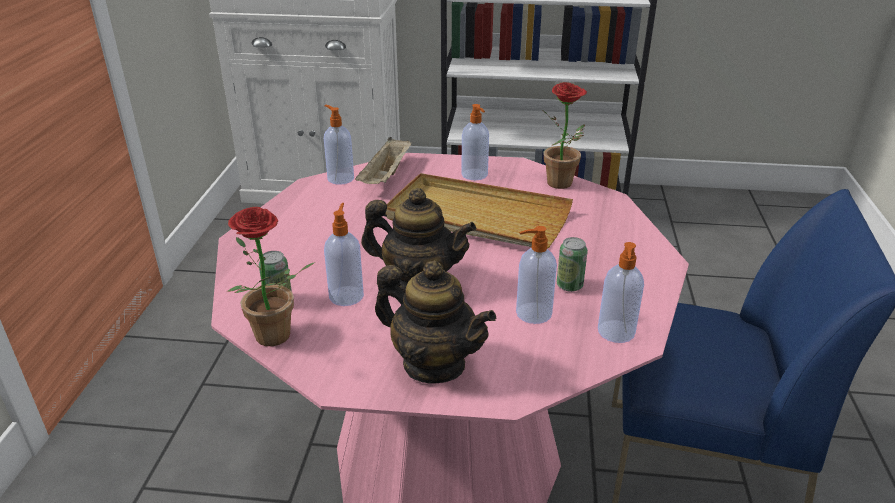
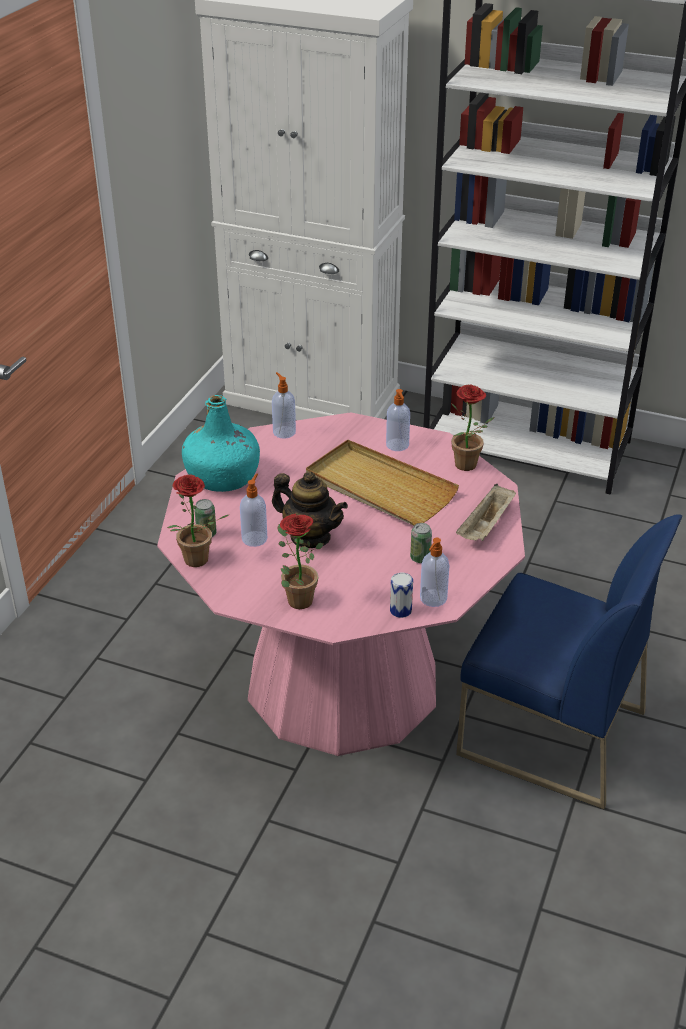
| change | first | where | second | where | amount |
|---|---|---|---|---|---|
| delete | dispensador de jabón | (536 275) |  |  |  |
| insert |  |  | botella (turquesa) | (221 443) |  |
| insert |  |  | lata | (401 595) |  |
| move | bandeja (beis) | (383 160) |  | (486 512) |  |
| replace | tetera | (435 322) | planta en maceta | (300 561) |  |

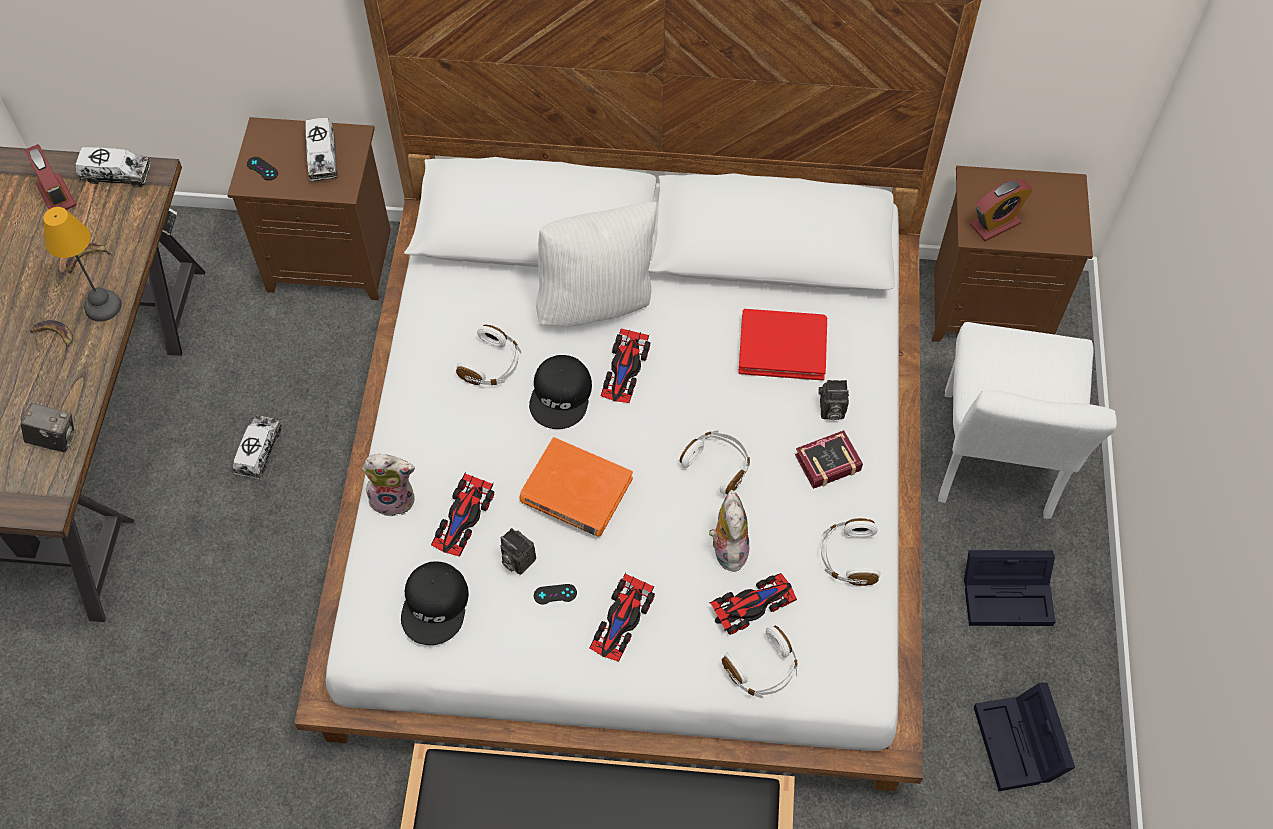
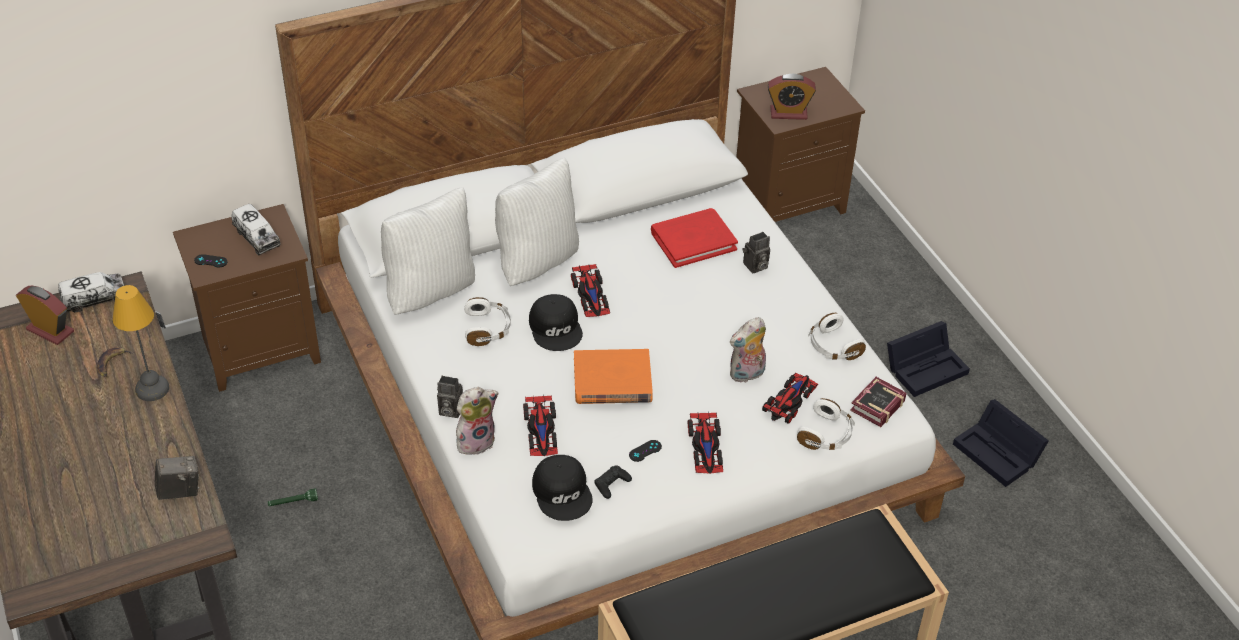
| change | first | where | second | where | amount |
|---|---|---|---|---|---|
| delete | plátano | (51 337) |  |  |  |
| delete | auriculares (blanco) | (715 462) |  |  |  |
| delete | silla (blanco) | (1027 420) |  |  |  |
| insert |  |  | cojín (blanco) | (428 251) |  |
| insert |  |  | mando de consola (negro) | (613 482) |  |
| move | cámara | (518 551) |  | (450 397) |  |
| move | libro | (829 459) |  | (878 402) |  |
| replace | camión de juguete | (257 447) | linterna (verde) | (293 497) |  |
| rotate | peluche | (729 531) |  | (748 350) | 90 degrees counterclockwise |
| rotate | despertador | (1001 210) |  | (792 97) | 60 degrees clockwise |

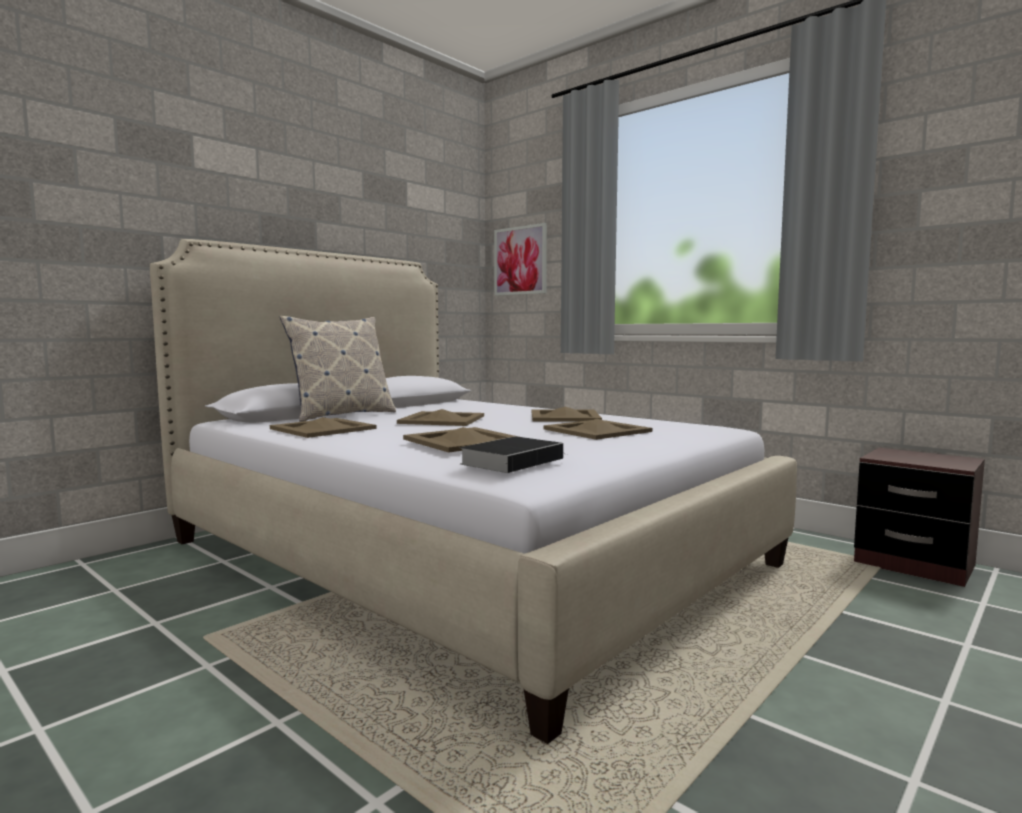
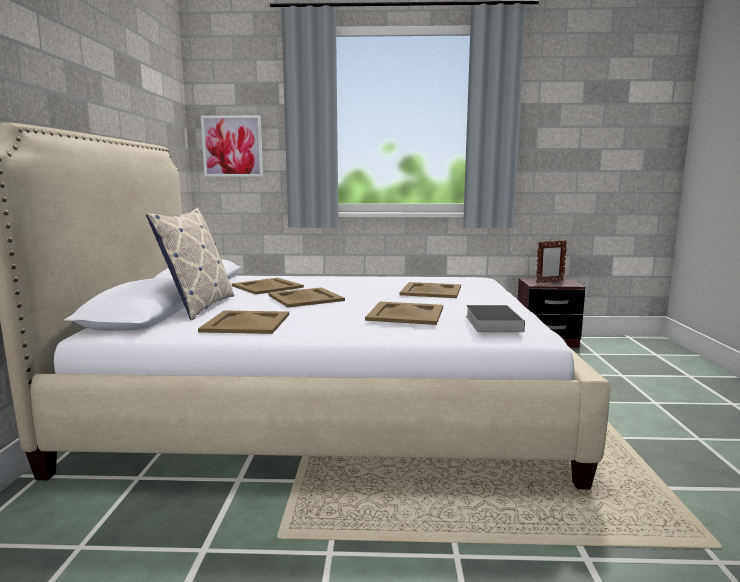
| change | first | where | second | where | amount |
|---|---|---|---|---|---|
| insert |  |  | portarretratos | (551 261) |  |
| move | bandeja (beis) | (567 414) |  | (268 286) |  |

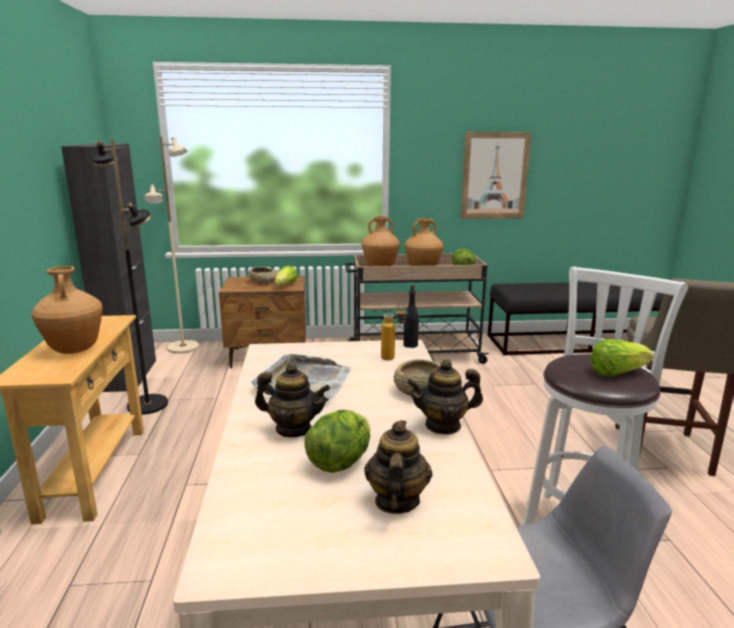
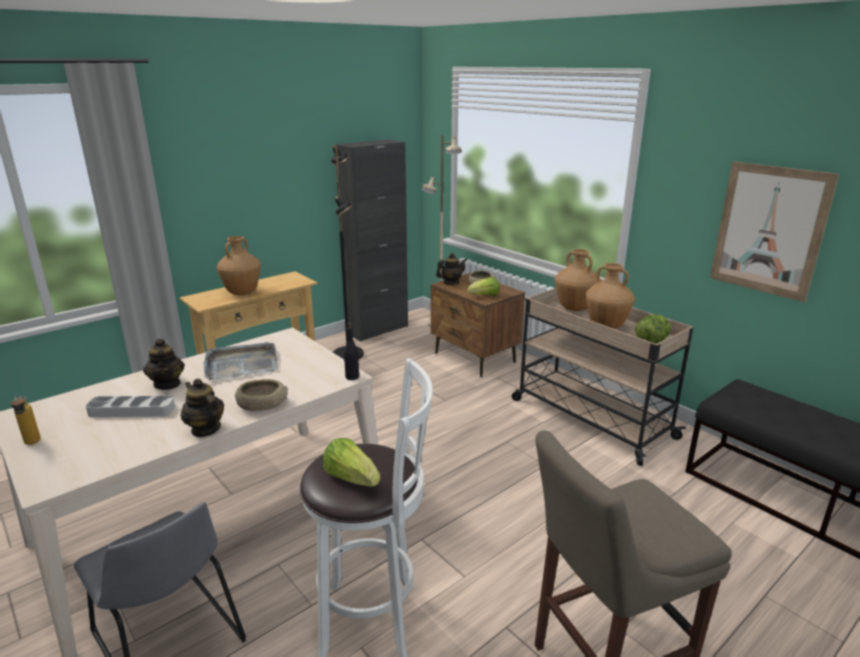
| change | first | where | second | where | amount |
|---|---|---|---|---|---|
| move | tetera | (398 467) |  | (451 269) |  |
| move | botella | (394 333) |  | (26 420) |  |
| replace | lechuga | (337 441) | bandeja (gris) | (130 406) |  |

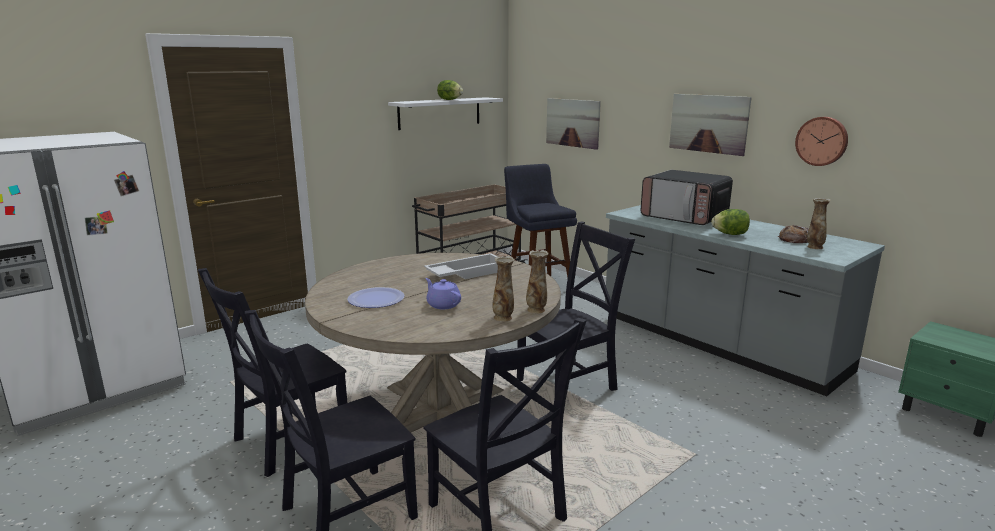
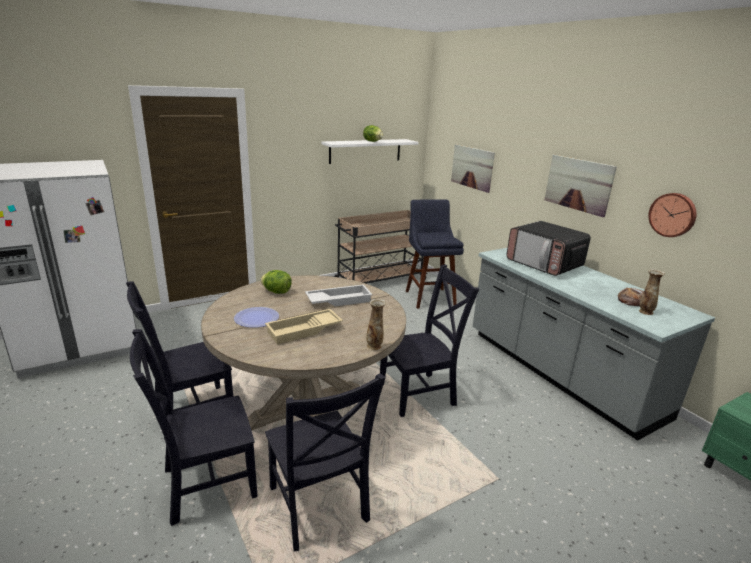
| change | first | where | second | where | amount |
|---|---|---|---|---|---|
| delete | florero | (504 289) |  |  |  |
| move | lechuga | (730 222) |  | (276 282) |  |
| replace | tetera (morado) | (443 293) | bandeja (beis) | (304 326) |  |

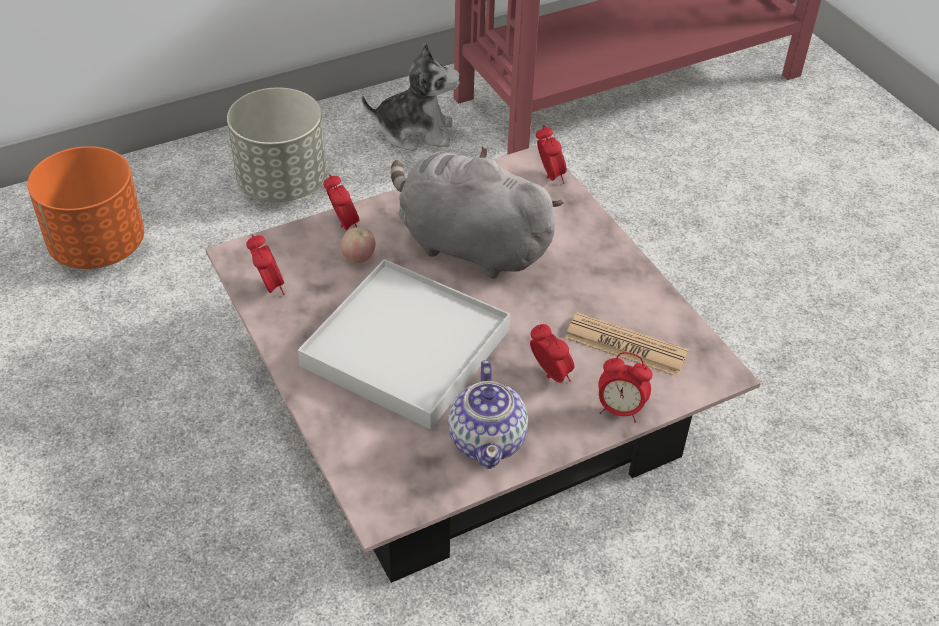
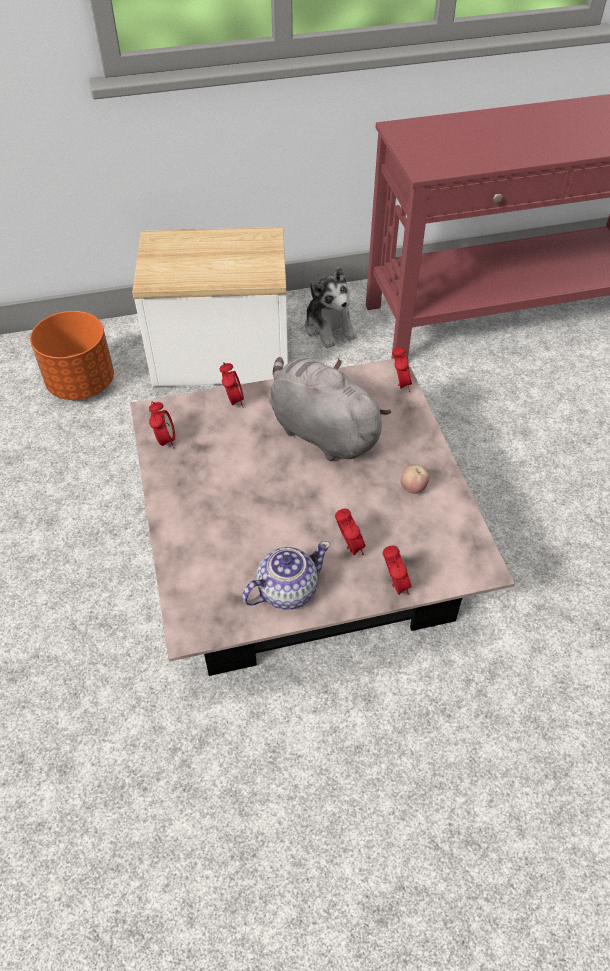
| change | first | where | second | where | amount |
|---|---|---|---|---|---|
| delete | bandeja (blanco) | (404 344) |  |  |  |
| delete | periódico | (627 344) |  |  |  |
| move | manzana | (358 245) |  | (415 479) |  |
| replace | maceta (gris) | (276 144) | mesa auxiliar | (210 307) |  |
| rotate | peluche | (411 96) |  | (331 307) | 45 degrees clockwise |
| rotate | tetera | (488 414) |  | (286 575) | 135 degrees counterclockwise |
| rotate | despertador | (625 387) |  | (397 570) | 135 degrees counterclockwise |

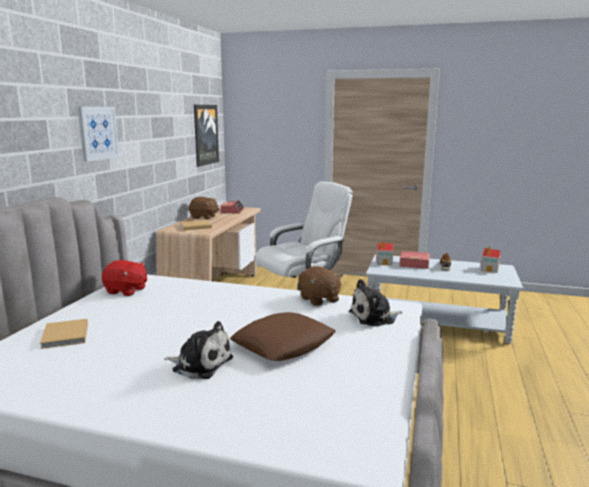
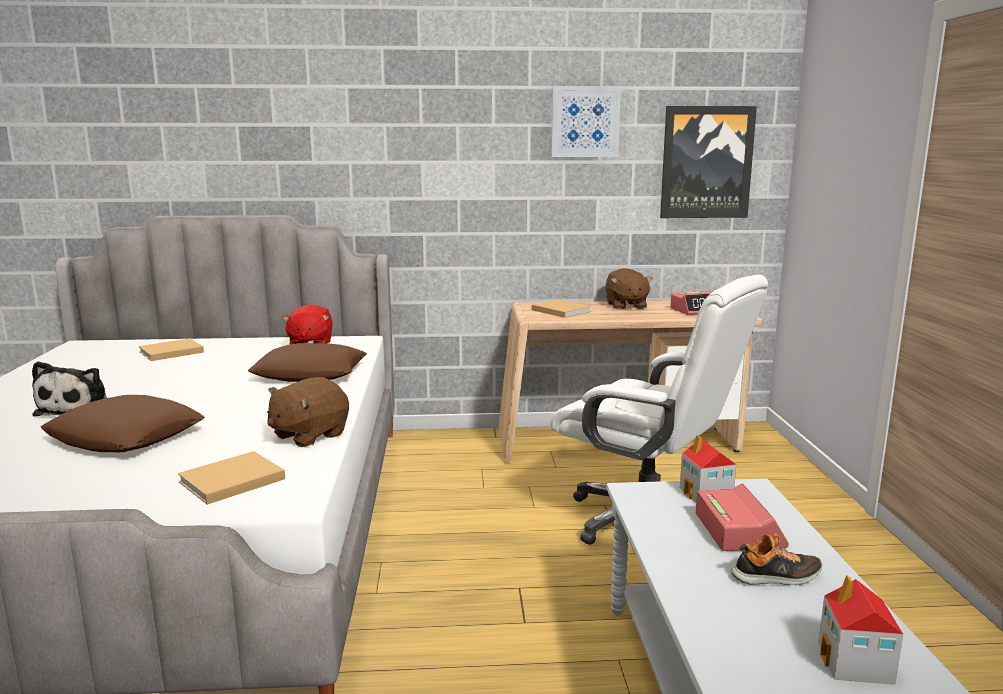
| change | first | where | second | where | amount |
|---|---|---|---|---|---|
| insert |  |  | cojín (marrón) | (307 362) |  |
| move | cuadro | (98 134) |  | (586 121) |  |
| replace | peluche | (375 302) | libro (beis) | (231 478) |  |

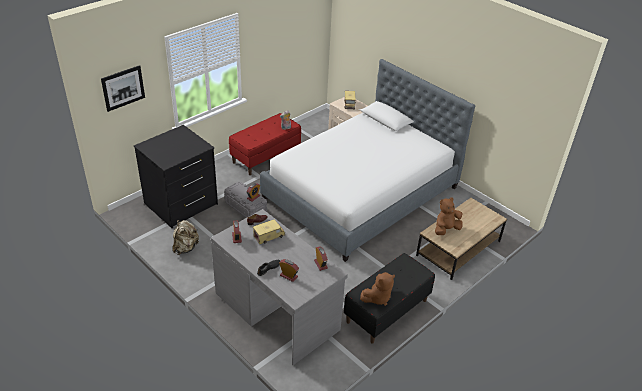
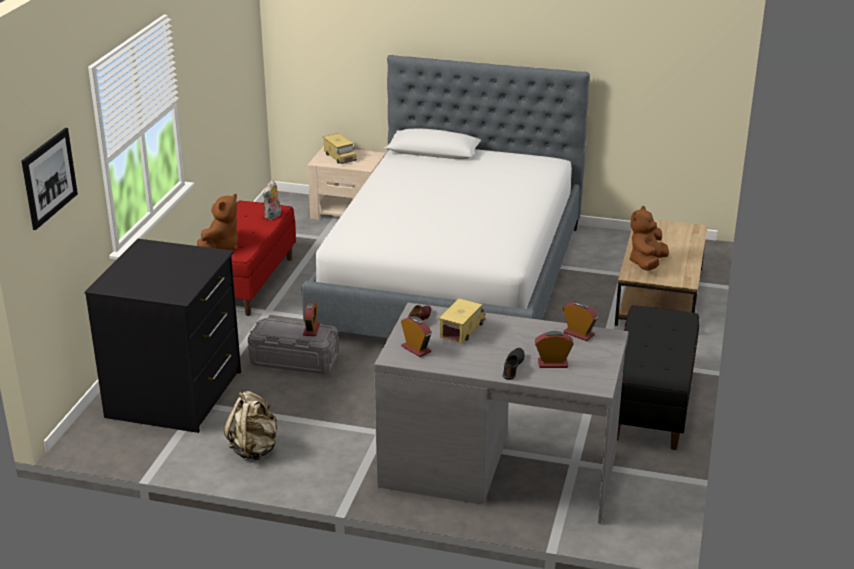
| change | first | where | second | where | amount |
|---|---|---|---|---|---|
| move | peluche (marrón) | (377 289) |  | (217 222) |  |

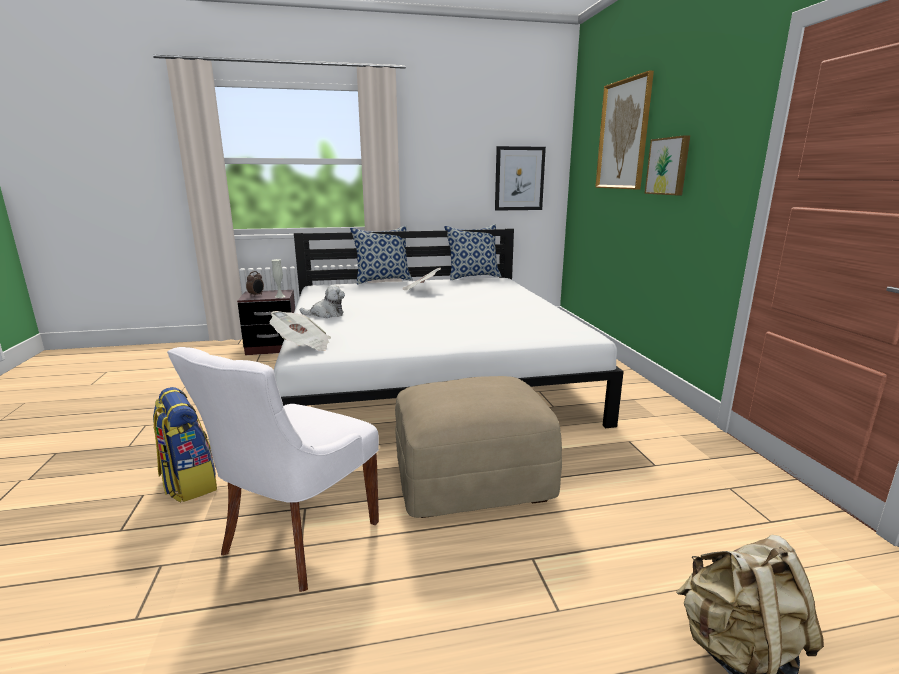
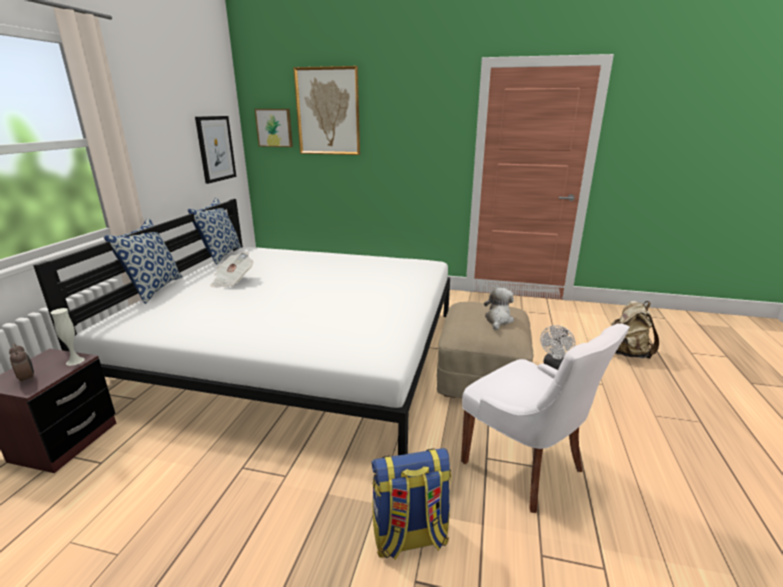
| change | first | where | second | where | amount |
|---|---|---|---|---|---|
| delete | periódico | (300 331) |  |  |  |
| insert |  |  | ventilador (blanco) | (557 347) |  |
| move | peluche | (322 301) |  | (499 309) |  |
| move | cuadro | (667 165) |  | (274 128) |  |

